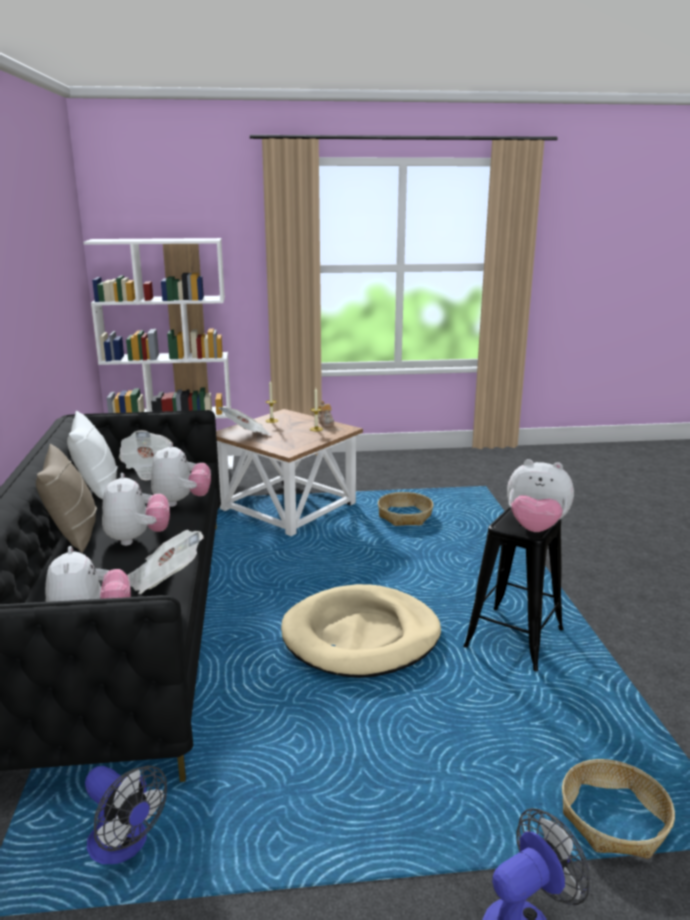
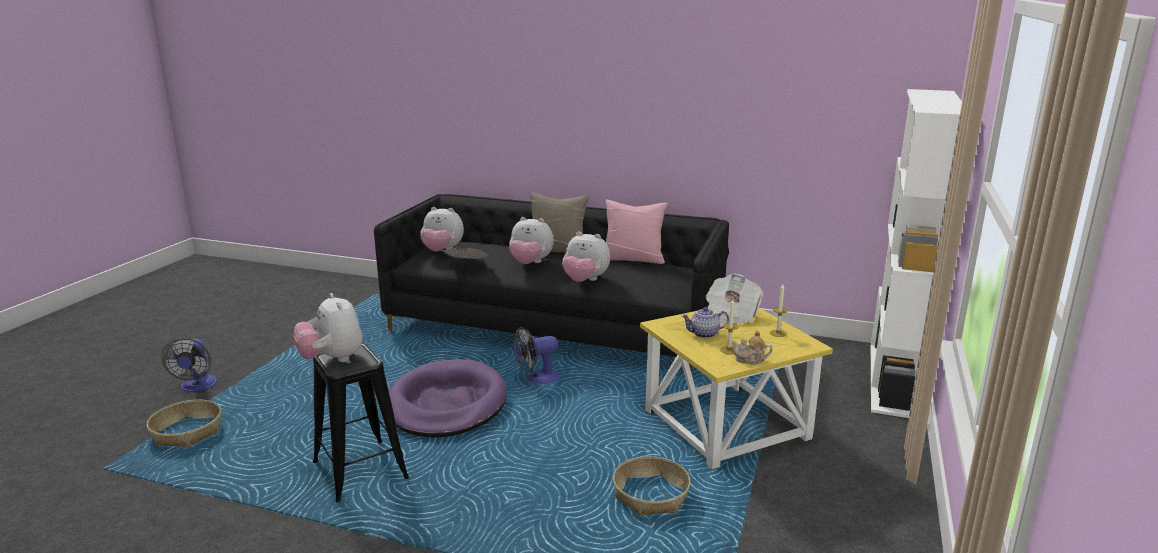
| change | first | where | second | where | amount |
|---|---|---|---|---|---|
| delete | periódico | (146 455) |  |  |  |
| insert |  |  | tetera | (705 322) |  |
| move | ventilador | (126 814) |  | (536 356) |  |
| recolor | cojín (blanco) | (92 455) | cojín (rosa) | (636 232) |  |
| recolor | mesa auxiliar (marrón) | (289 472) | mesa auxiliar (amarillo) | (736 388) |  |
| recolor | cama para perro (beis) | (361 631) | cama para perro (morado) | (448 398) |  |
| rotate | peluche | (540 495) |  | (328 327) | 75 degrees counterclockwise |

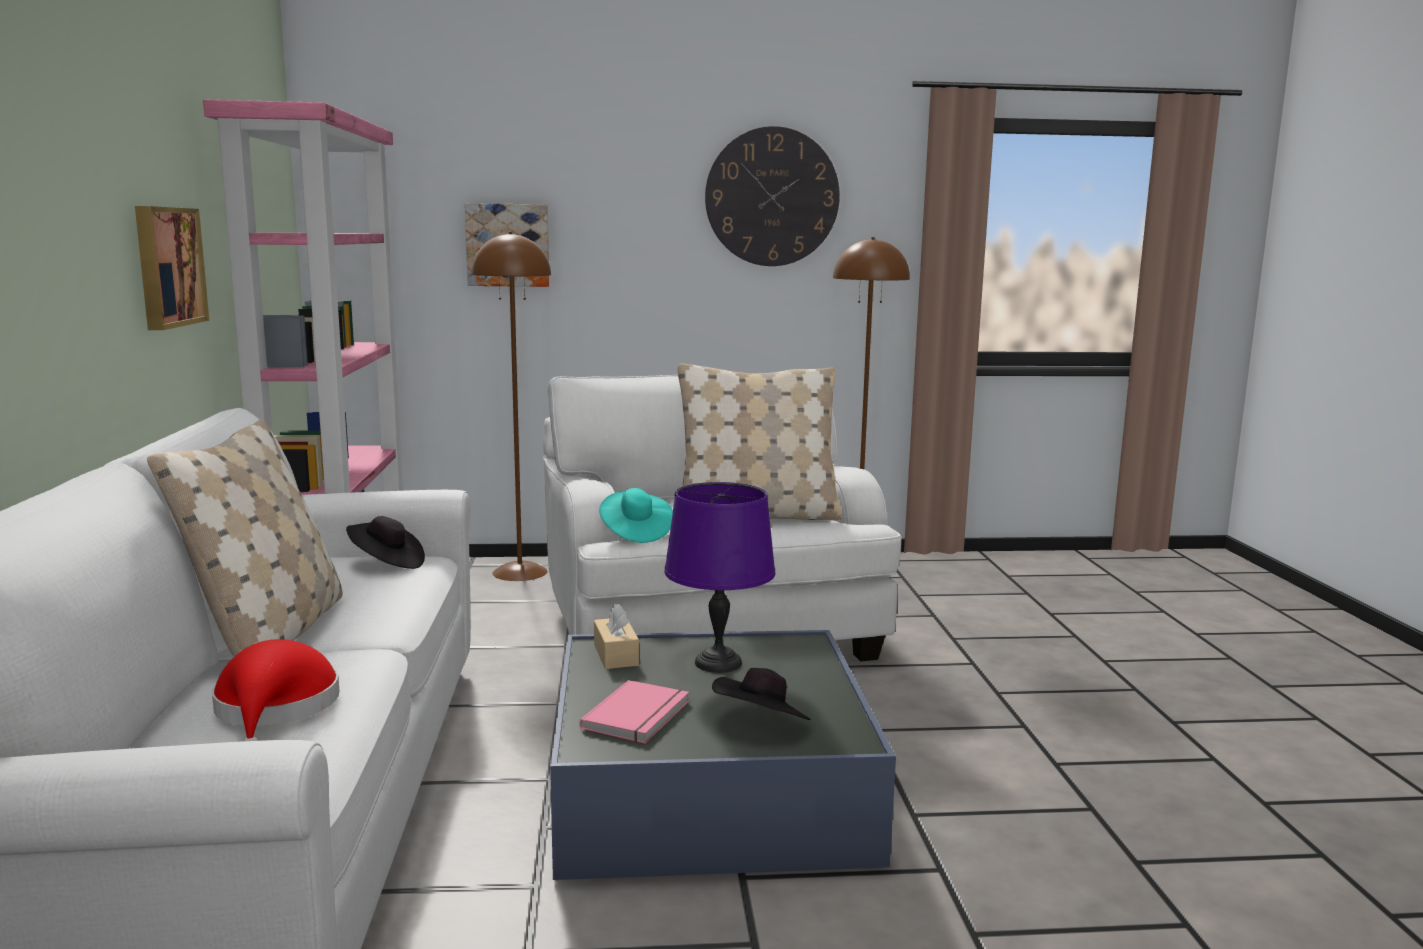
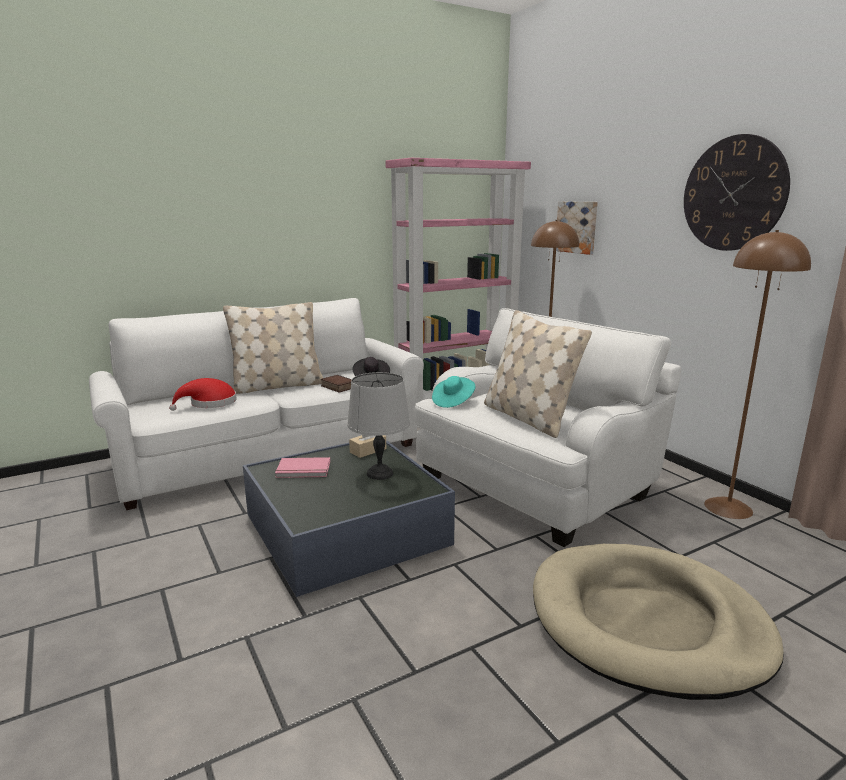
| change | first | where | second | where | amount |
|---|---|---|---|---|---|
| delete | cuadro | (172 268) |  |  |  |
| delete | sombrero (negro) | (761 694) |  |  |  |
| insert |  |  | libro | (336 384) |  |
| insert |  |  | cama para perro (beis) | (658 622) |  |
| recolor | lámpara de mesa (morado) | (719 577) | lámpara de mesa (gris) | (378 426) |  |

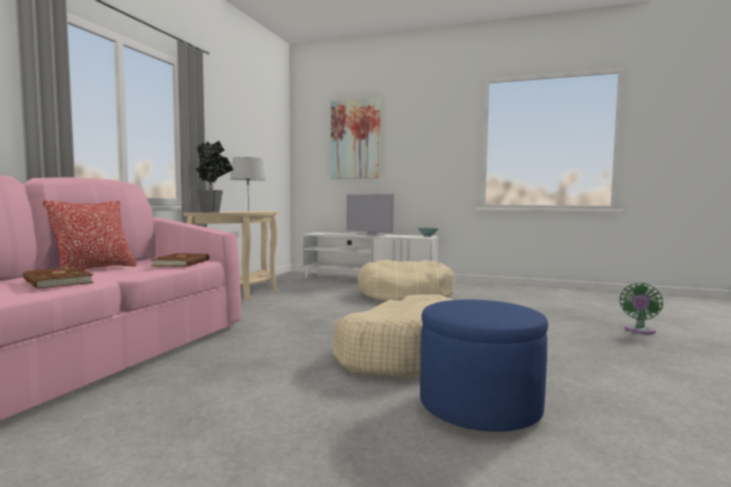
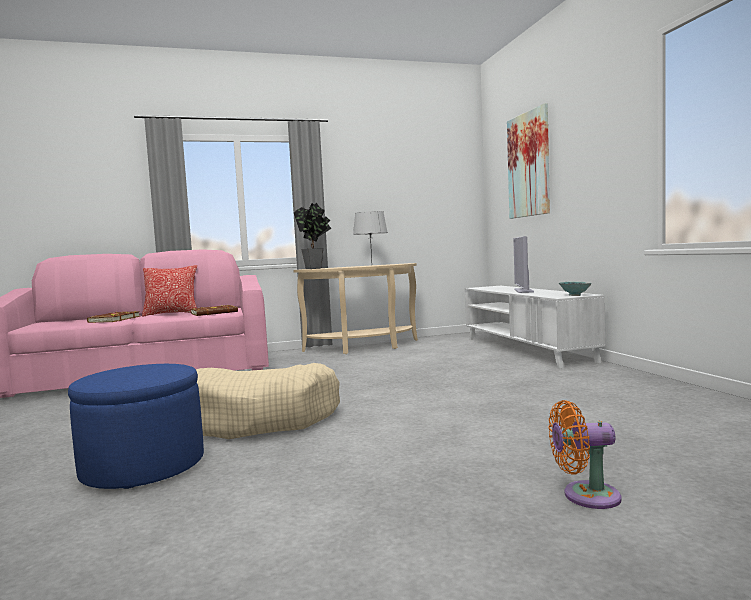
| change | first | where | second | where | amount |
|---|---|---|---|---|---|
| delete | cama para perro (beis) | (406 280) |  |  |  |
| recolor | ventilador (verde) | (641 308) | ventilador (naranja) | (585 454) |  |

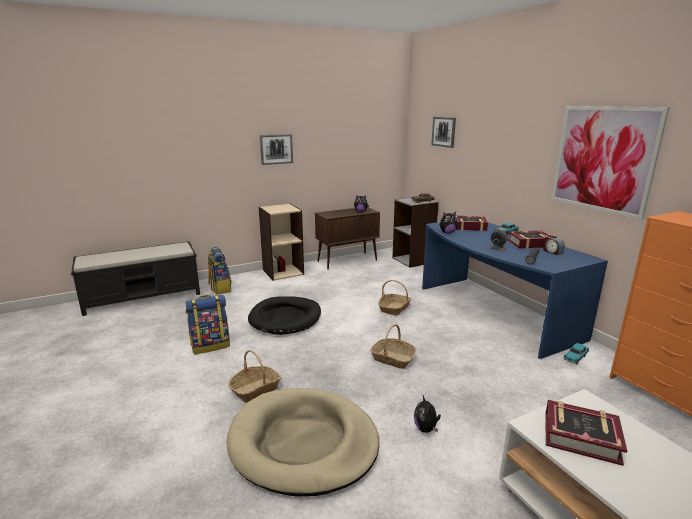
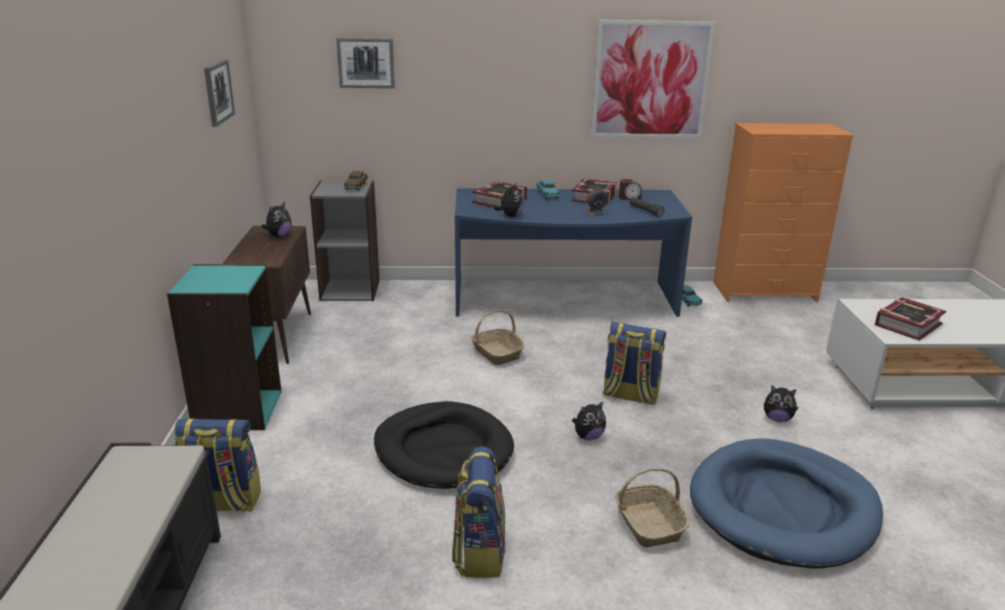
| change | first | where | second | where | amount |
|---|---|---|---|---|---|
| insert |  |  | peluche | (589 421) |  |
| move | cuadro | (276 149) |  | (219 93) |  |
| replace | cesta | (393 346) | mochila | (634 364) |  |
| recolor | cama para perro (beis) | (302 442) | cama para perro (azul) | (786 503) |  |
| recolor | estantería (beis) | (281 242) | estantería (turquesa) | (224 347) |  |

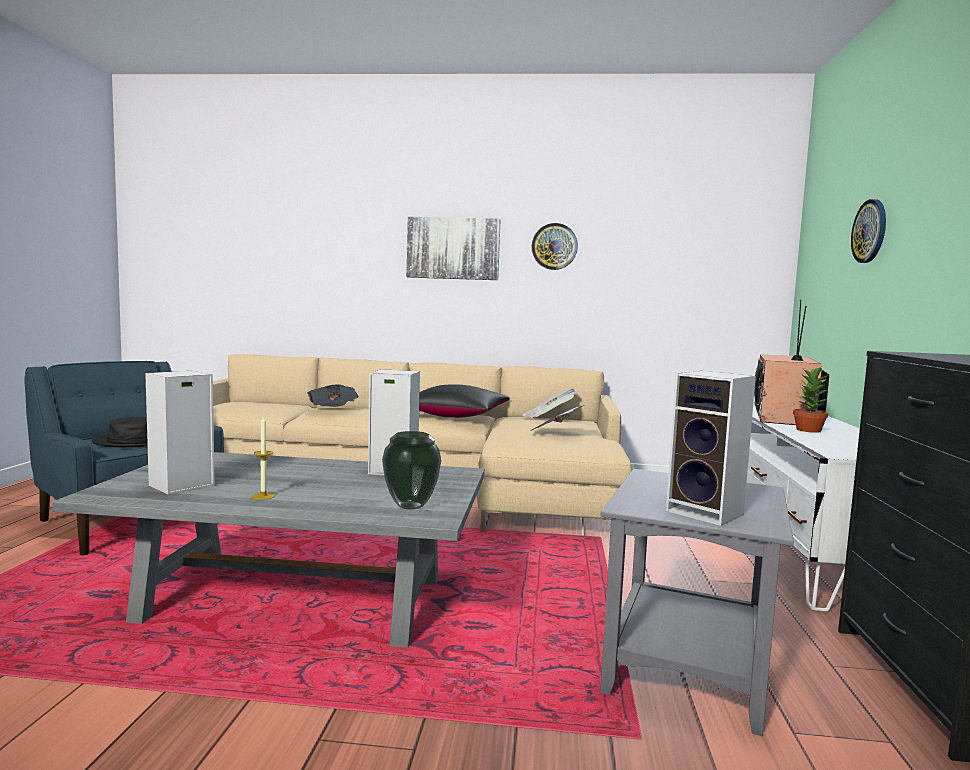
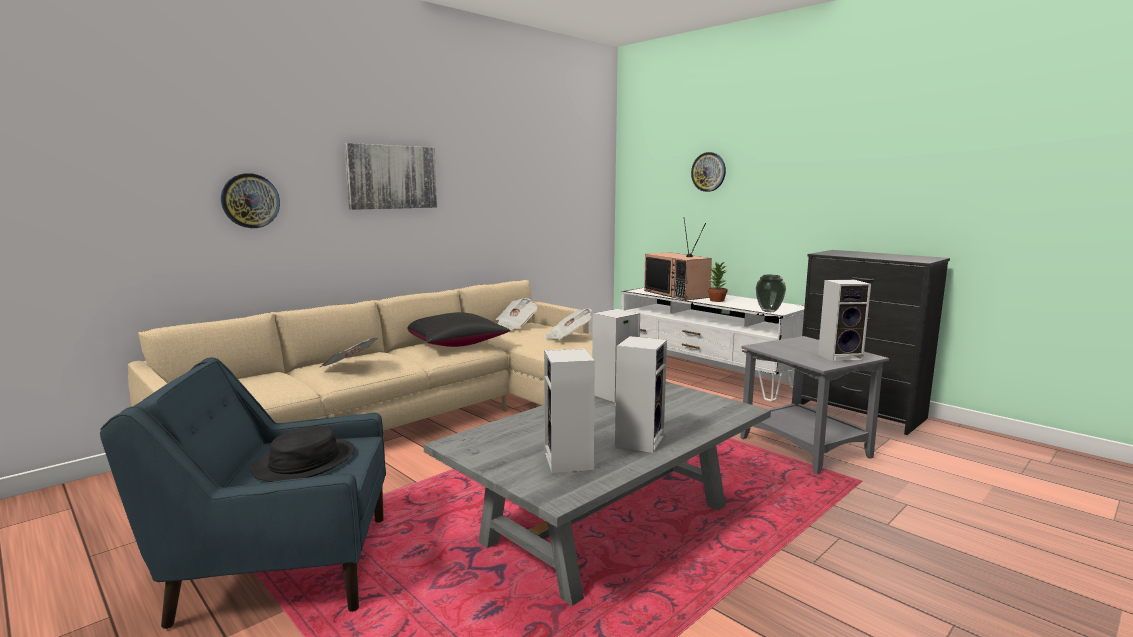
| change | first | where | second | where | amount |
|---|---|---|---|---|---|
| move | florero | (411 470) |  | (771 293) |  |
| move | reloj de pared | (555 246) |  | (250 200) |  |
| replace | vela | (263 458) | altavoz | (641 394) |  |

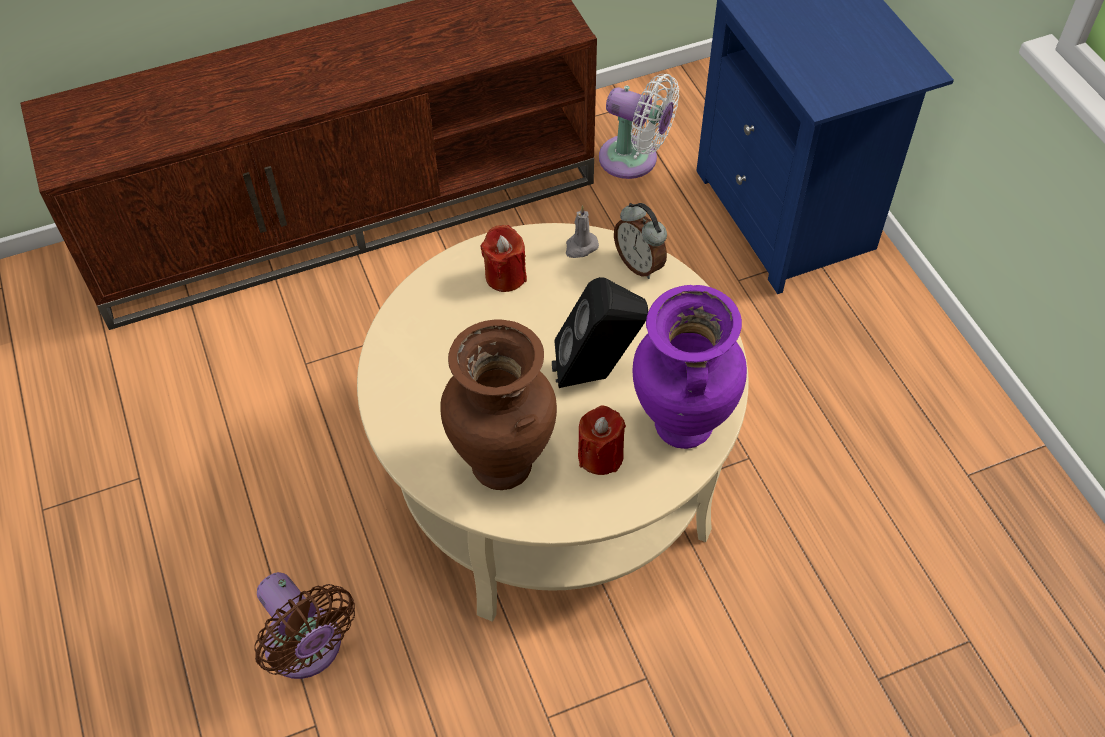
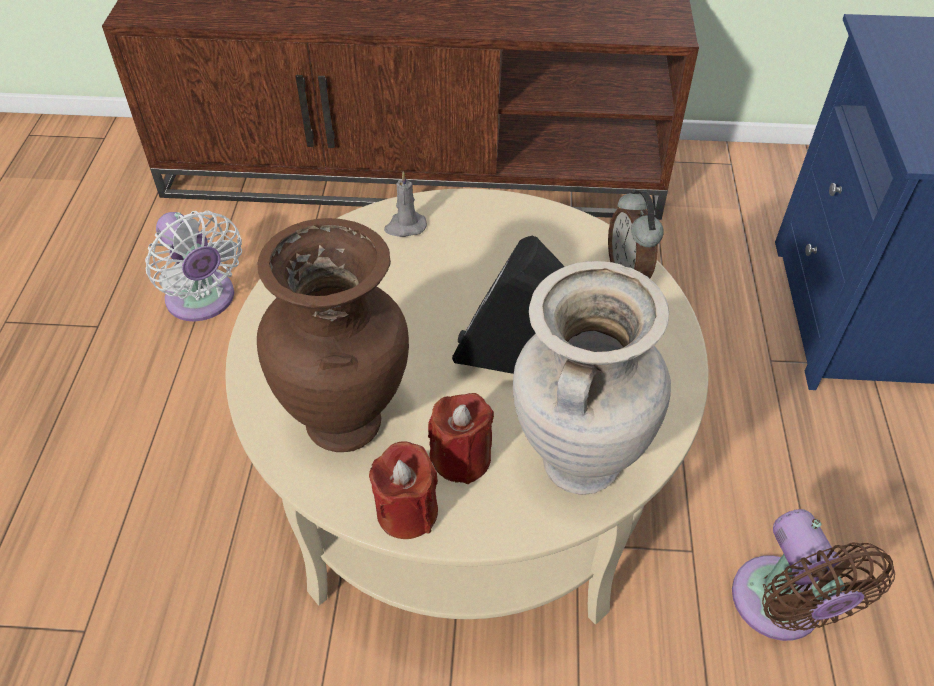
| change | first | where | second | where | amount |
|---|---|---|---|---|---|
| move | ventilador (marrón) | (304 625) |  | (813 575) |  |
| move | vela (rojo) | (504 258) |  | (403 490) |  |
| move | vela (gris) | (582 231) |  | (405 204) |  |
| move | ventilador (blanco) | (639 126) |  | (193 266) |  |
| recolor | florero (morado) | (690 367) | florero (beis) | (592 378) |  |

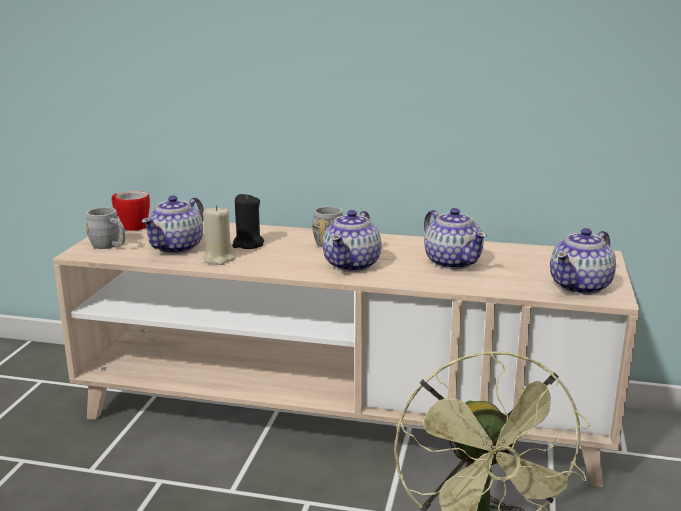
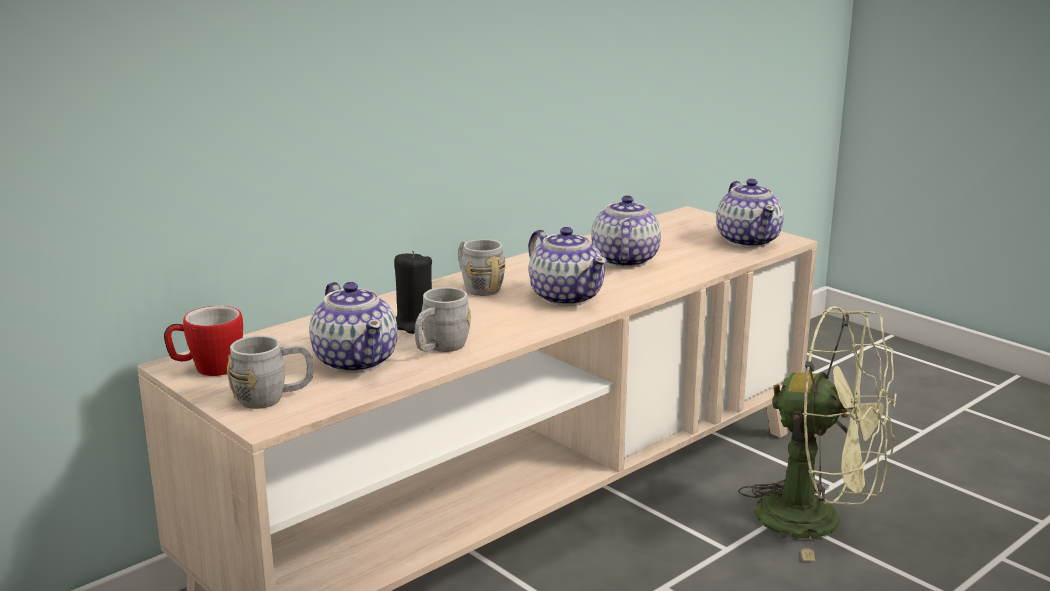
| change | first | where | second | where | amount |
|---|---|---|---|---|---|
| replace | vela (beis) | (219 235) | taza grande (gris) | (443 319) |  |
| rotate | tetera | (455 238) |  | (626 231) | 90 degrees counterclockwise |

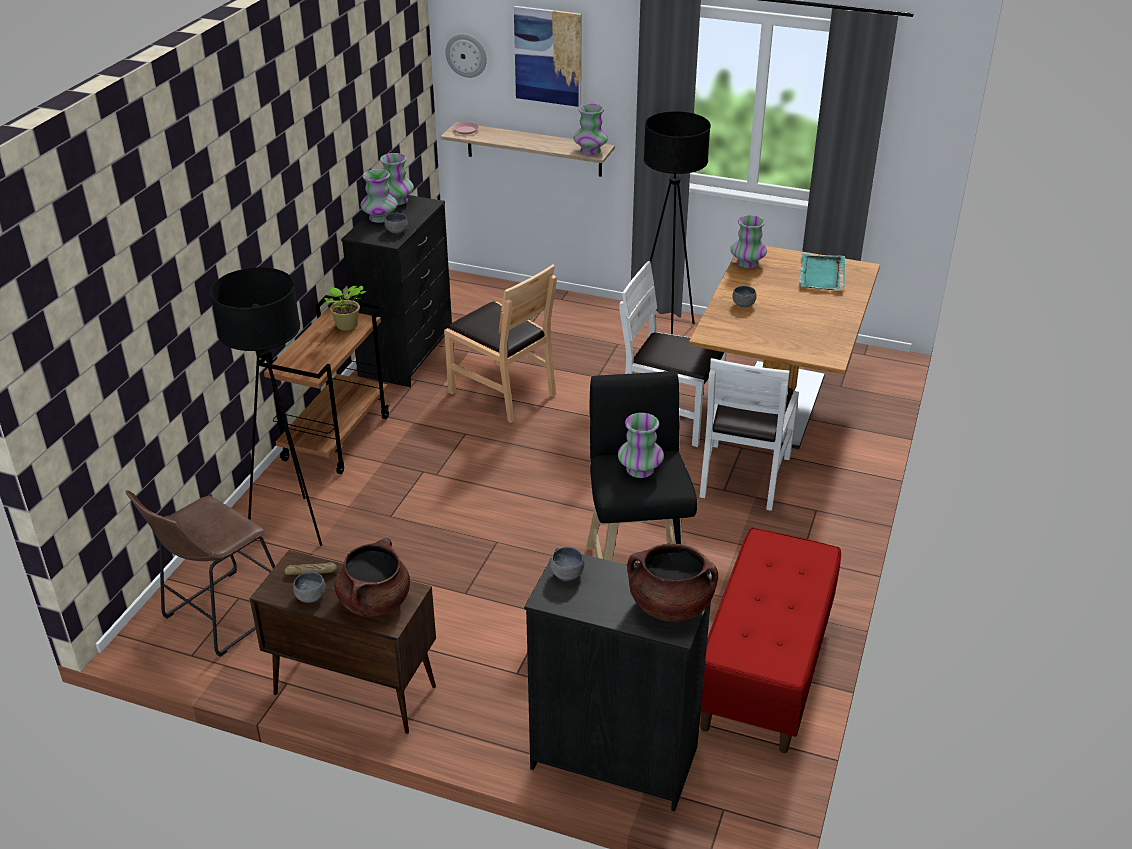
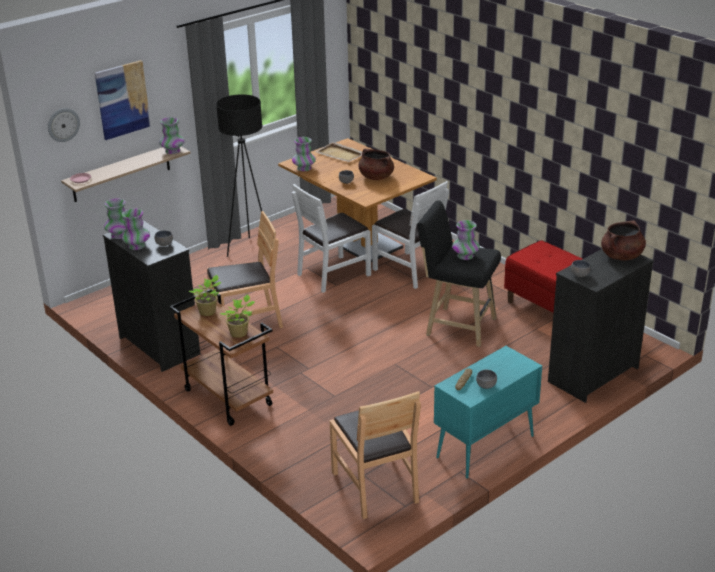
| change | first | where | second | where | amount |
|---|---|---|---|---|---|
| delete | lámpara de pie (negro) | (266 406) |  |  |  |
| insert |  |  | planta en maceta | (237 316) |  |
| move | olla (marrón) | (372 577) |  | (376 164) |  |
| replace | taburete (marrón) | (200 573) | silla (marrón) | (375 455) |  |
| recolor | armario (marrón) | (343 642) | armario (turquesa) | (488 412) |  |
| recolor | bandeja (turquesa) | (822 272) | bandeja (beis) | (338 152) |  |

